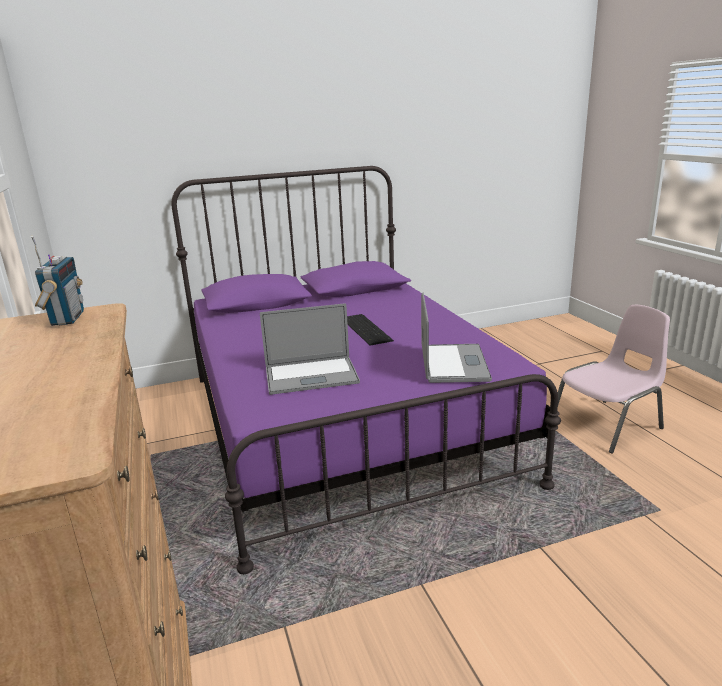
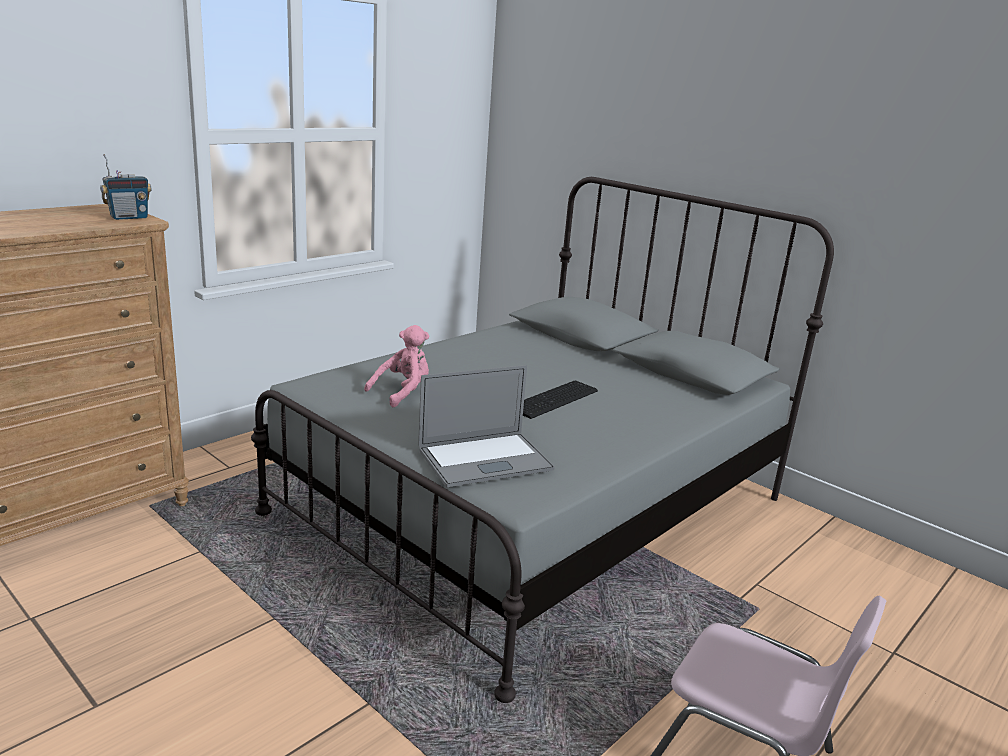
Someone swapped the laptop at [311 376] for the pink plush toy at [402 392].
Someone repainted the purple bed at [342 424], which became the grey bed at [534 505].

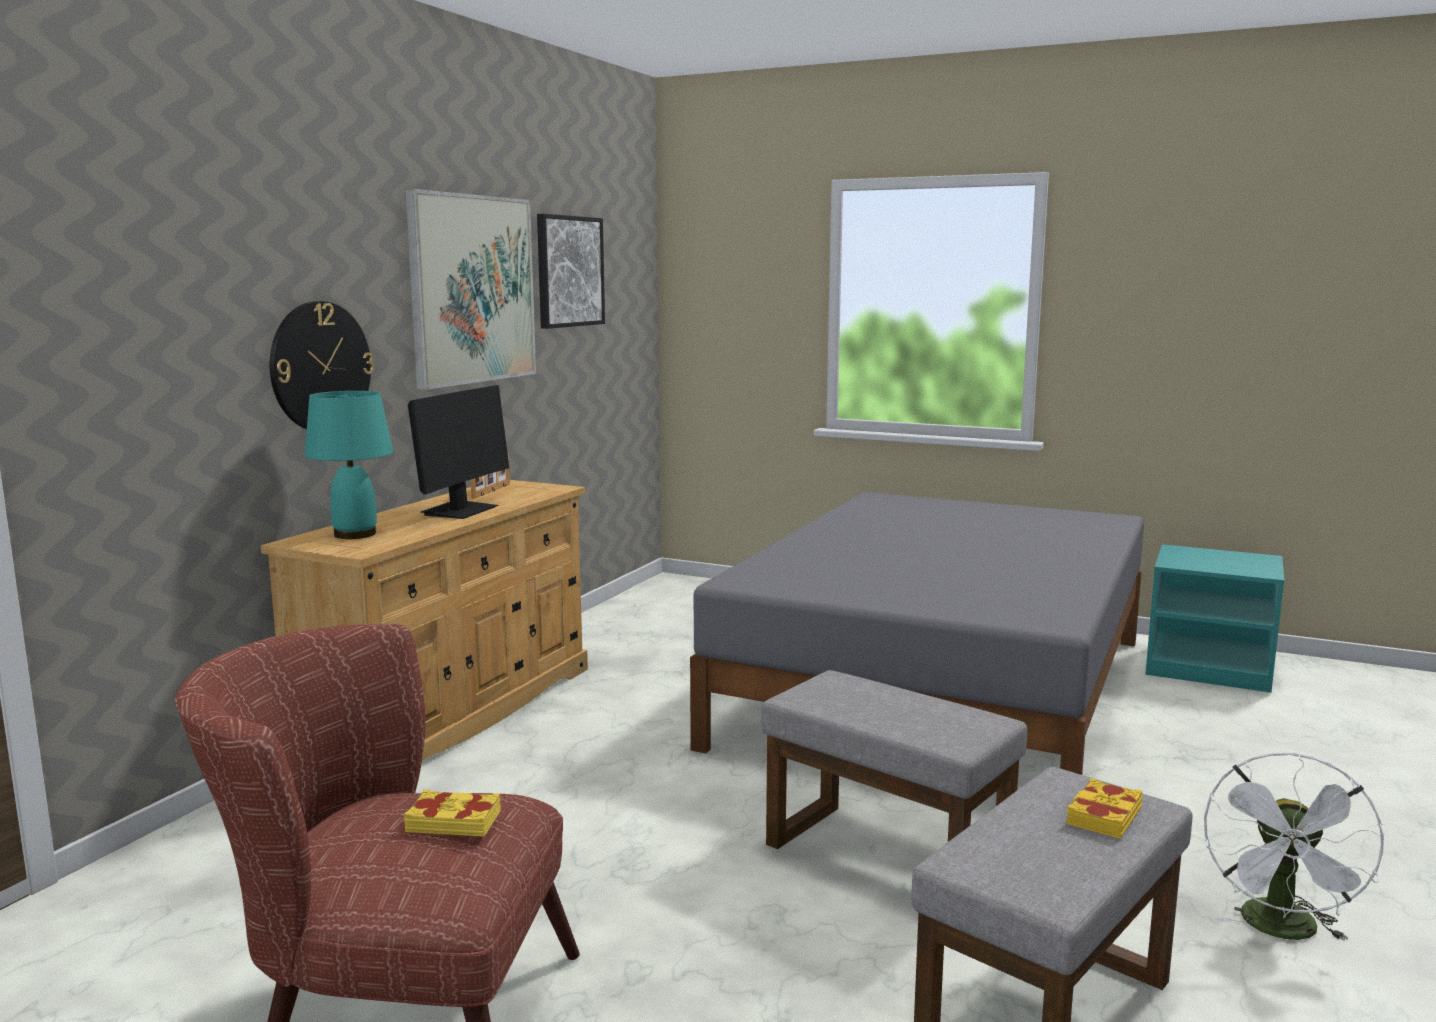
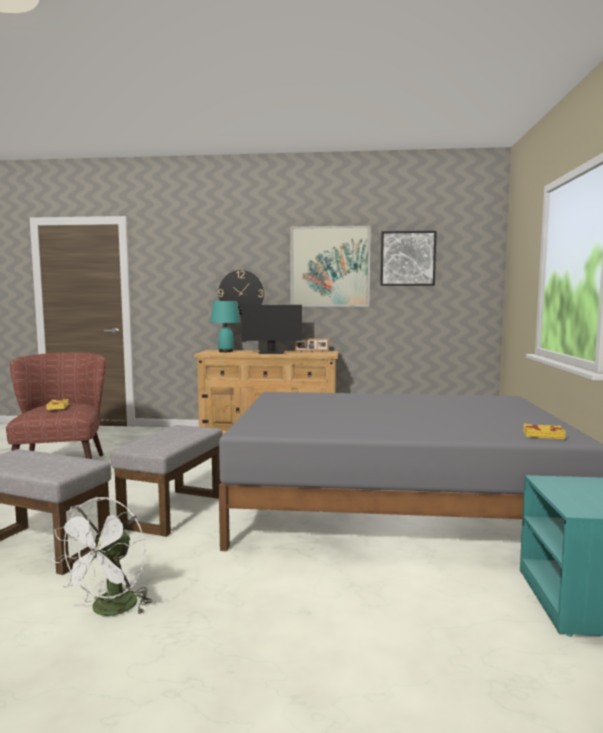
Someone carried the yellow book from [1103 816] to [543 435].
Someone rotated the white fan at [1282 931] by 75 degrees counterclockwise.

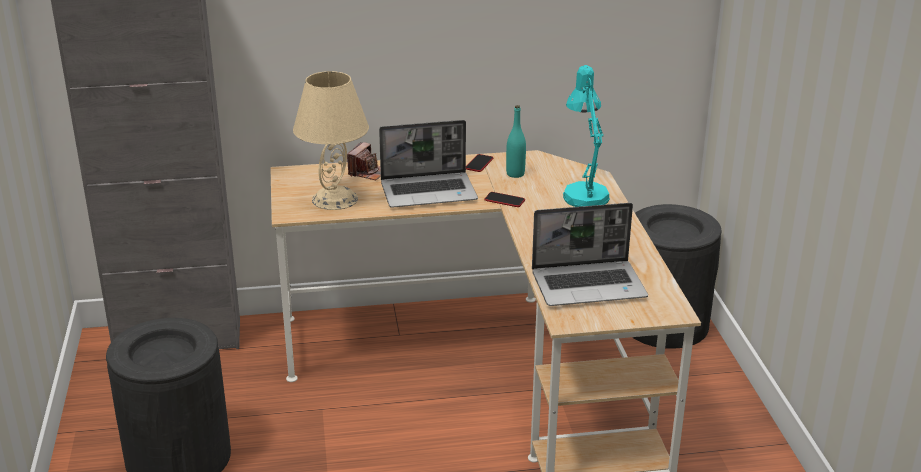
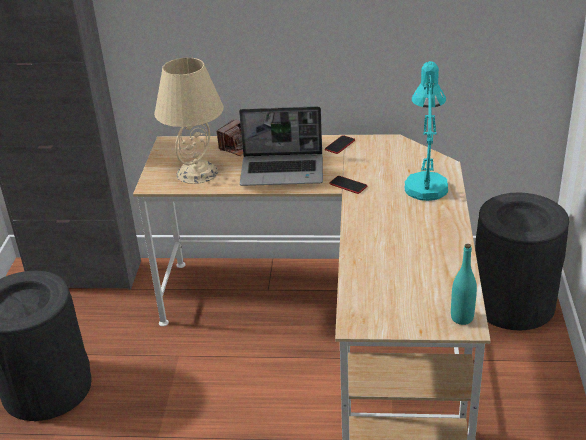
Someone took away the laptop at [589 285].
Someone carried the turquoise bottle from [515 174] to [462 318].

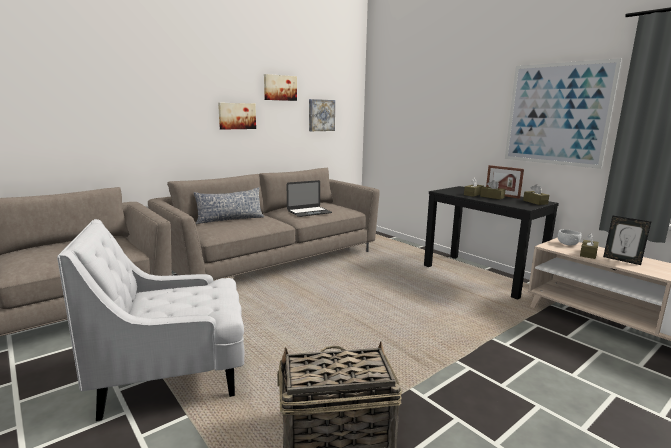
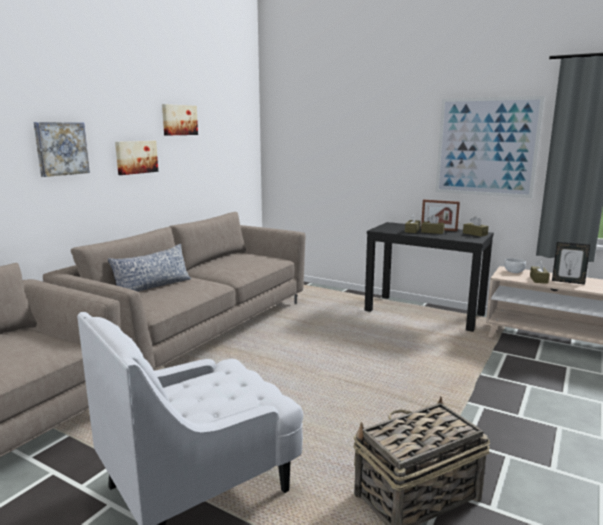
Someone took away the laptop at [309 212].
Someone carried the picture from [321 115] to [61 148].

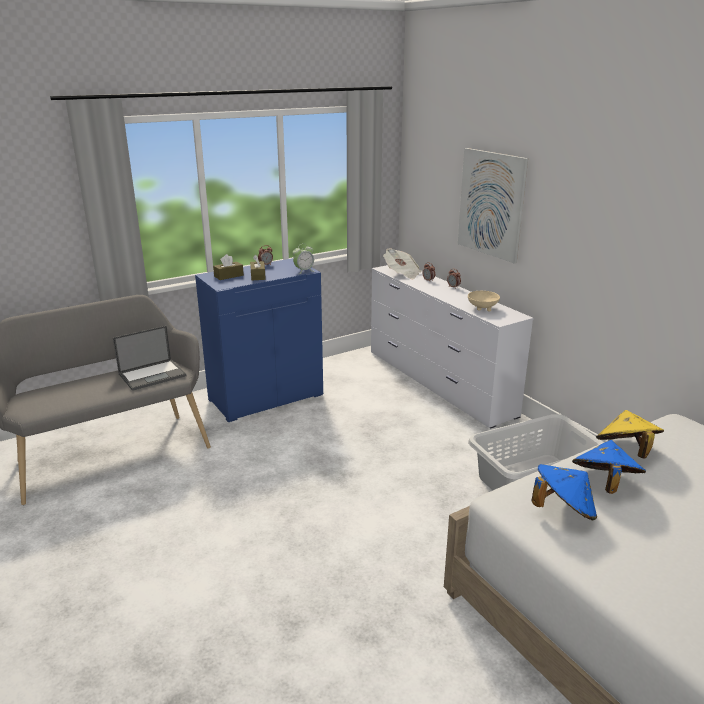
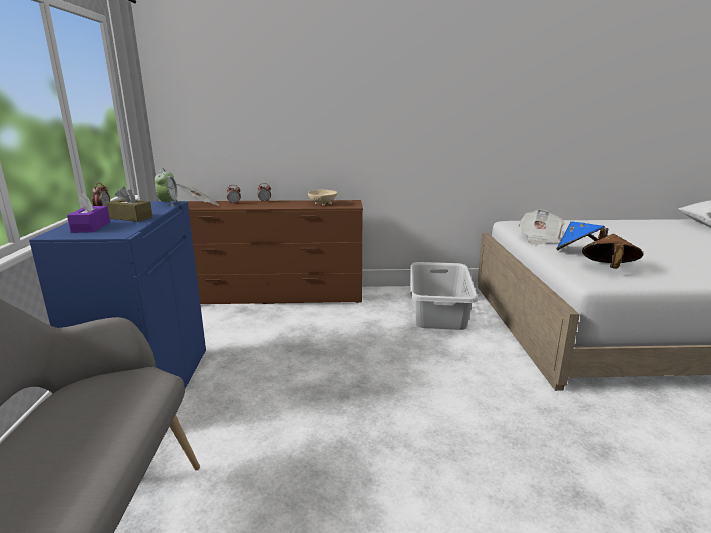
Someone took away the laptop at [153 374].
Someone took away the picture at [491 204].
Someone swapped the yellow hat at [626 451] for the newspaper at [539 239].
Someone repainted the brown tissue box at [228 276], which became the purple tissue box at [91 227].
Someone repainted the white dresser at [438 382], which became the brown dresser at [271 297].
Someone repainted the blue hat at [563 510], which became the brown hat at [608 268].

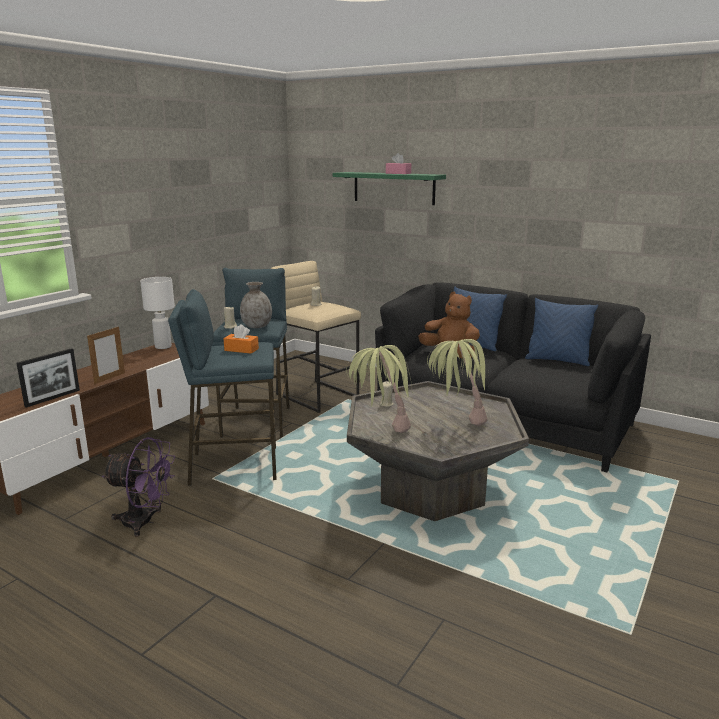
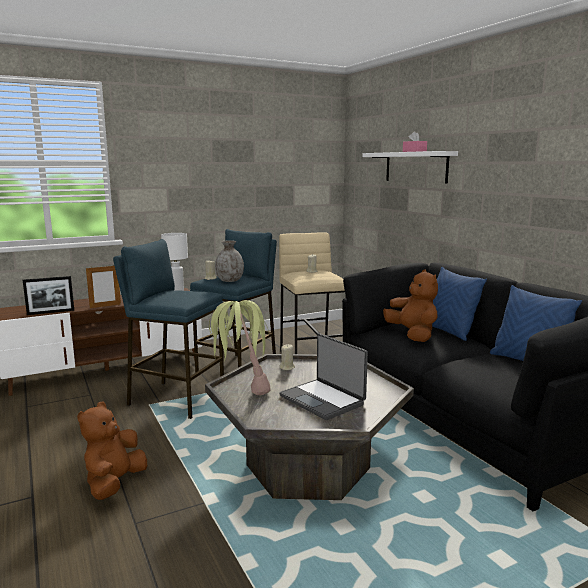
Someone took away the purple fan at [145 522].
Someone took away the orange tissue box at [241 349].
Someone put down the brown plush toy at [114 484].
Someone swapped the potted plant at [456 424] for the laptop at [323 400].
Someone repainted the green shelf at [393 188], which became the white shelf at [415 167].

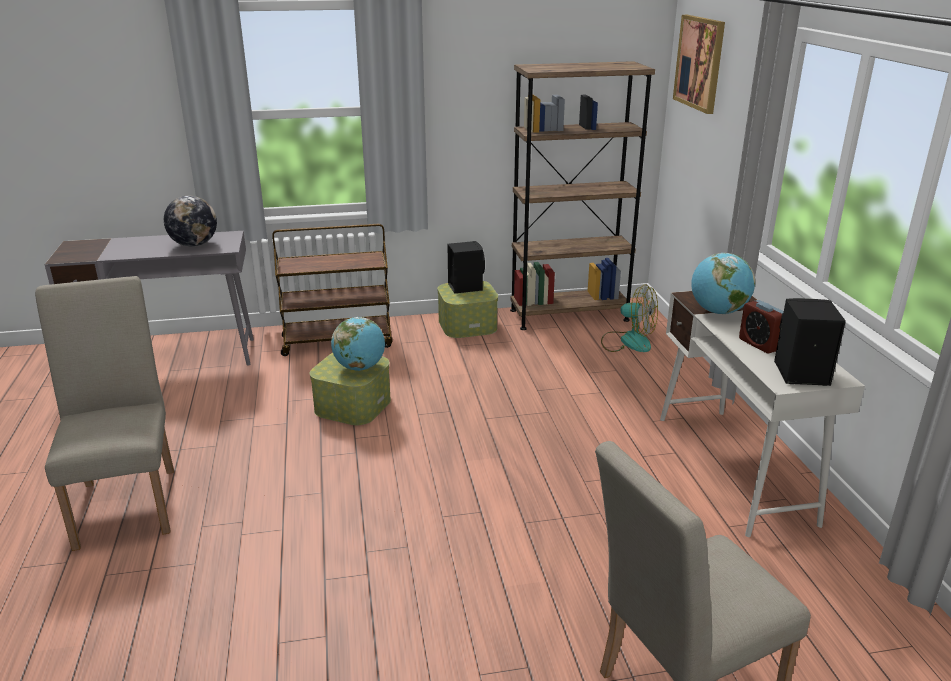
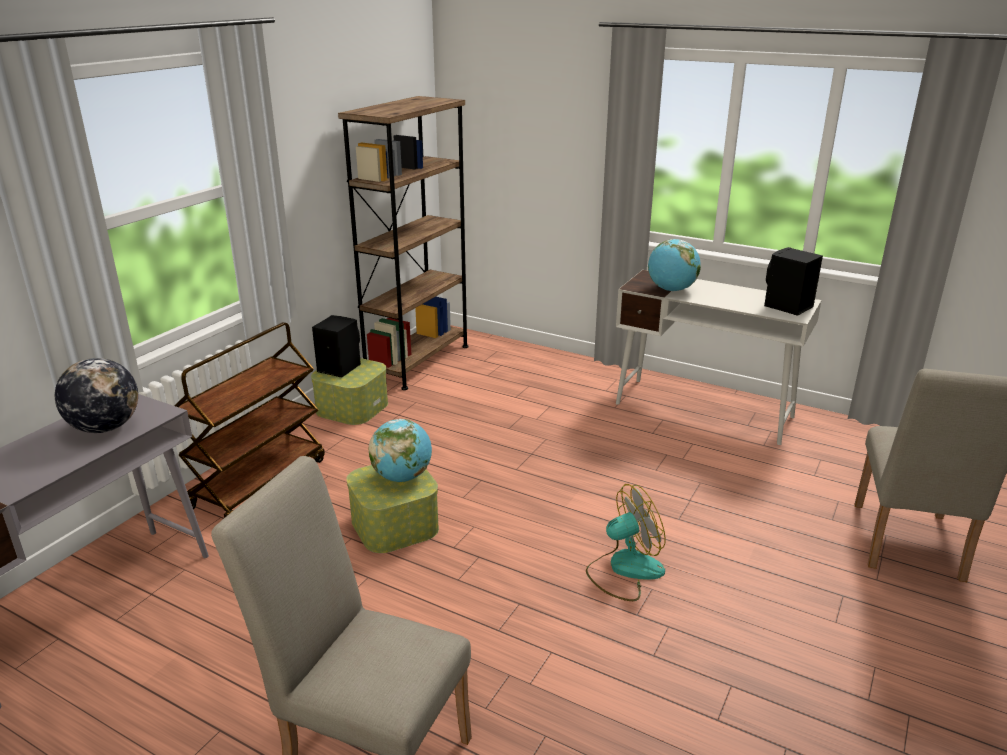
Someone took away the picture at [700 63].
Someone took away the alarm clock at [759 344].
Someone carried the fan from [628 341] to [624 570].

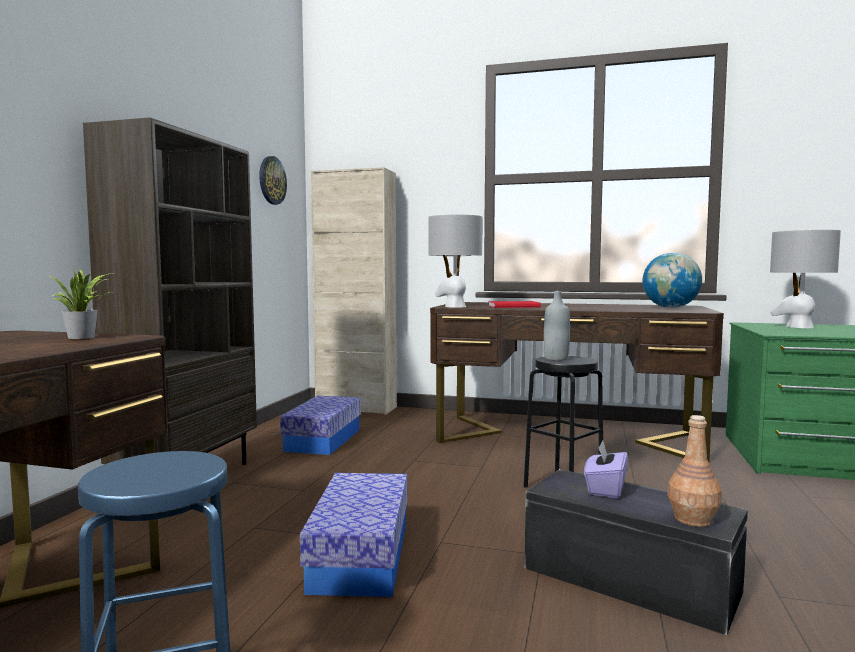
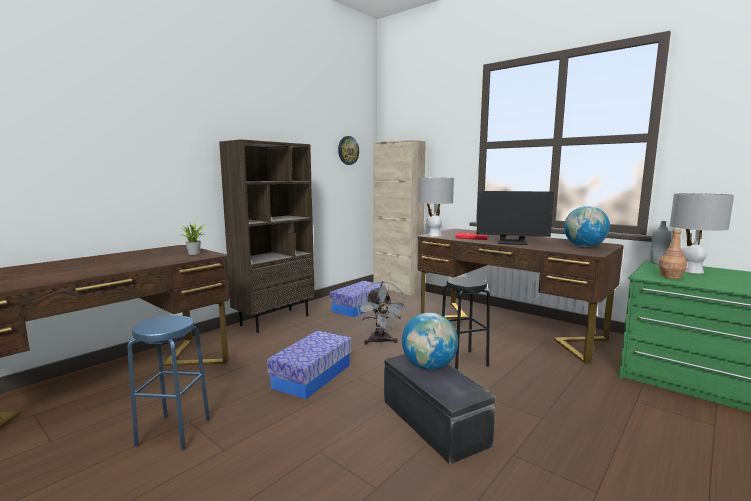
Someone put down the grey fan at [380 342].
Someone put down the monitor at [512 243].
Someone carried the grey bottle from [556 358] to [658 263].
Someone carried the brown bottle from [693 519] to [671 277].
Someone swapped the purple tissue box at [605 489] for the globe at [429 367].

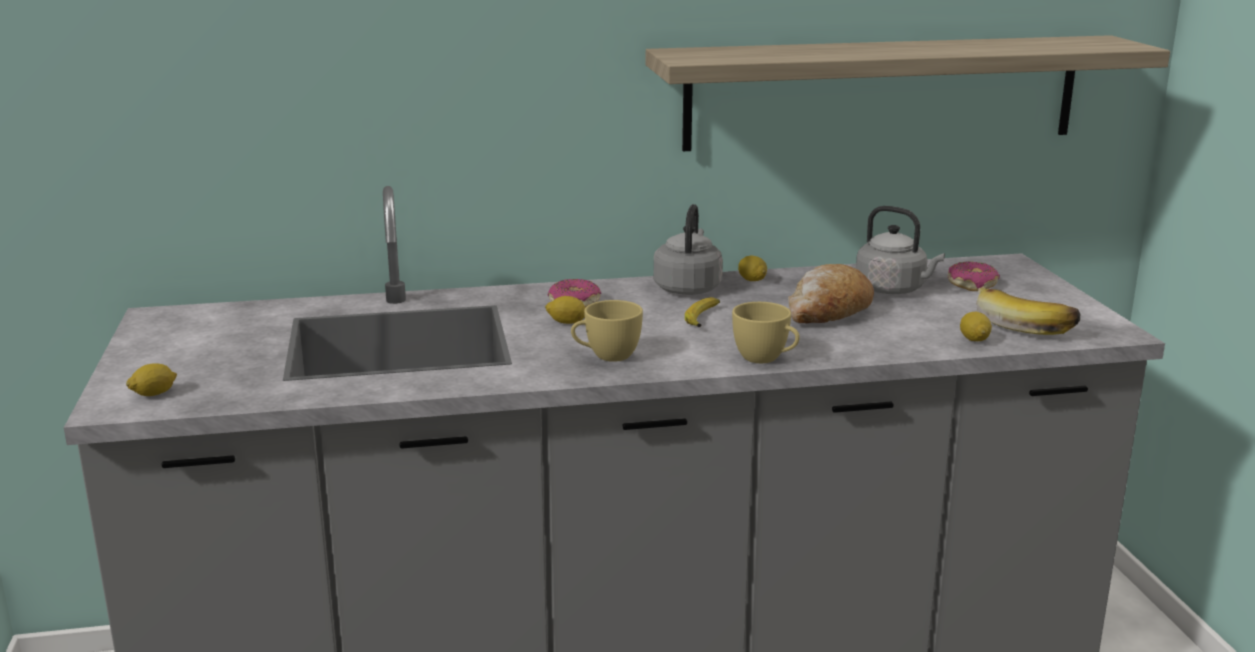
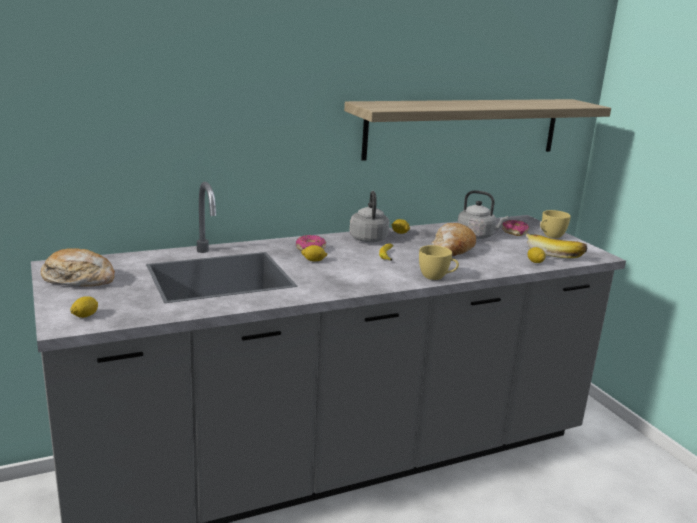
Someone put down the bread at [79 279].
Someone carried the yellow cup from [606 356] to [550 236].

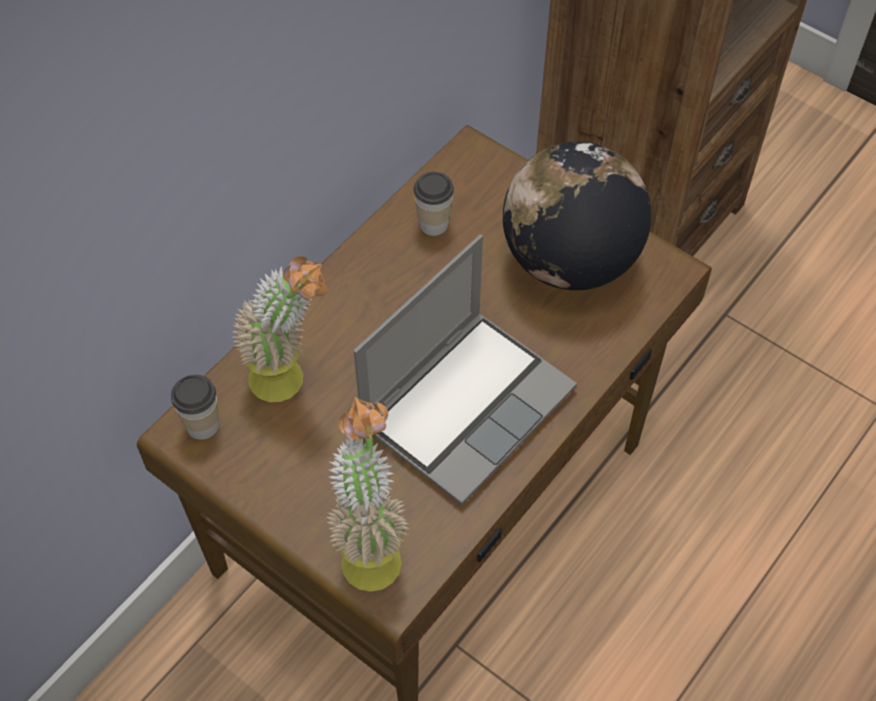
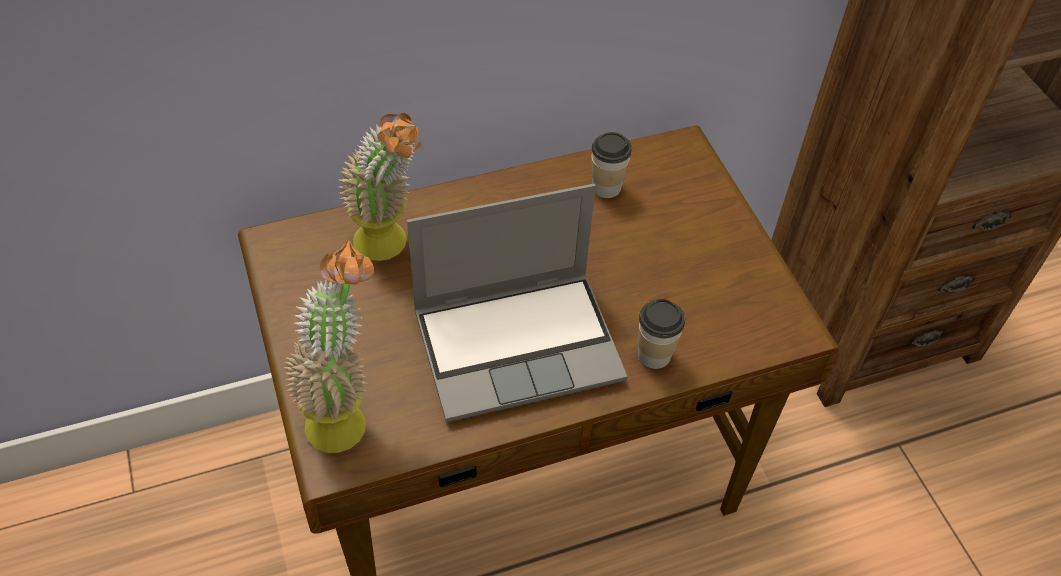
Someone took away the globe at [569 260].
Someone carried the cup from [202 425] to [654 355].

